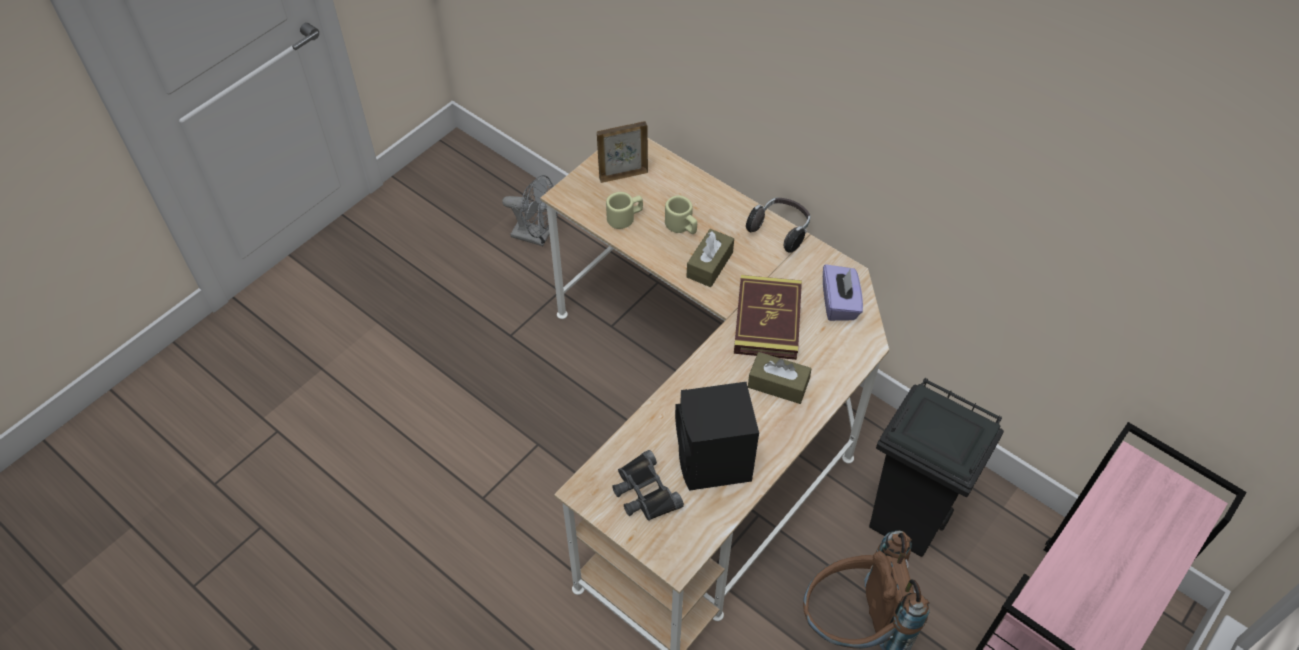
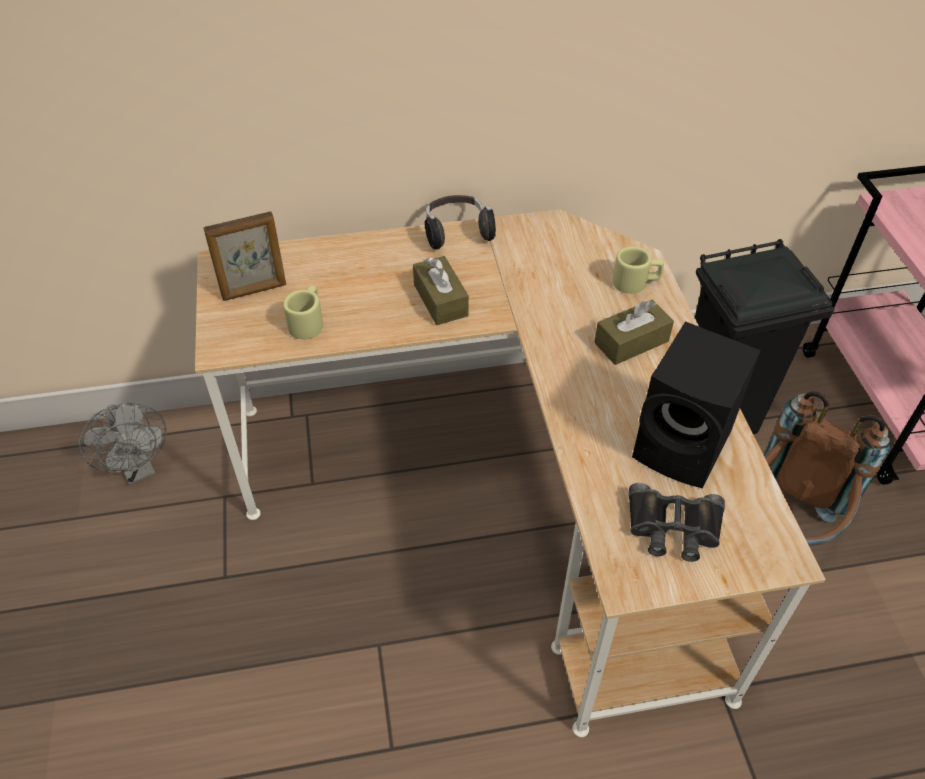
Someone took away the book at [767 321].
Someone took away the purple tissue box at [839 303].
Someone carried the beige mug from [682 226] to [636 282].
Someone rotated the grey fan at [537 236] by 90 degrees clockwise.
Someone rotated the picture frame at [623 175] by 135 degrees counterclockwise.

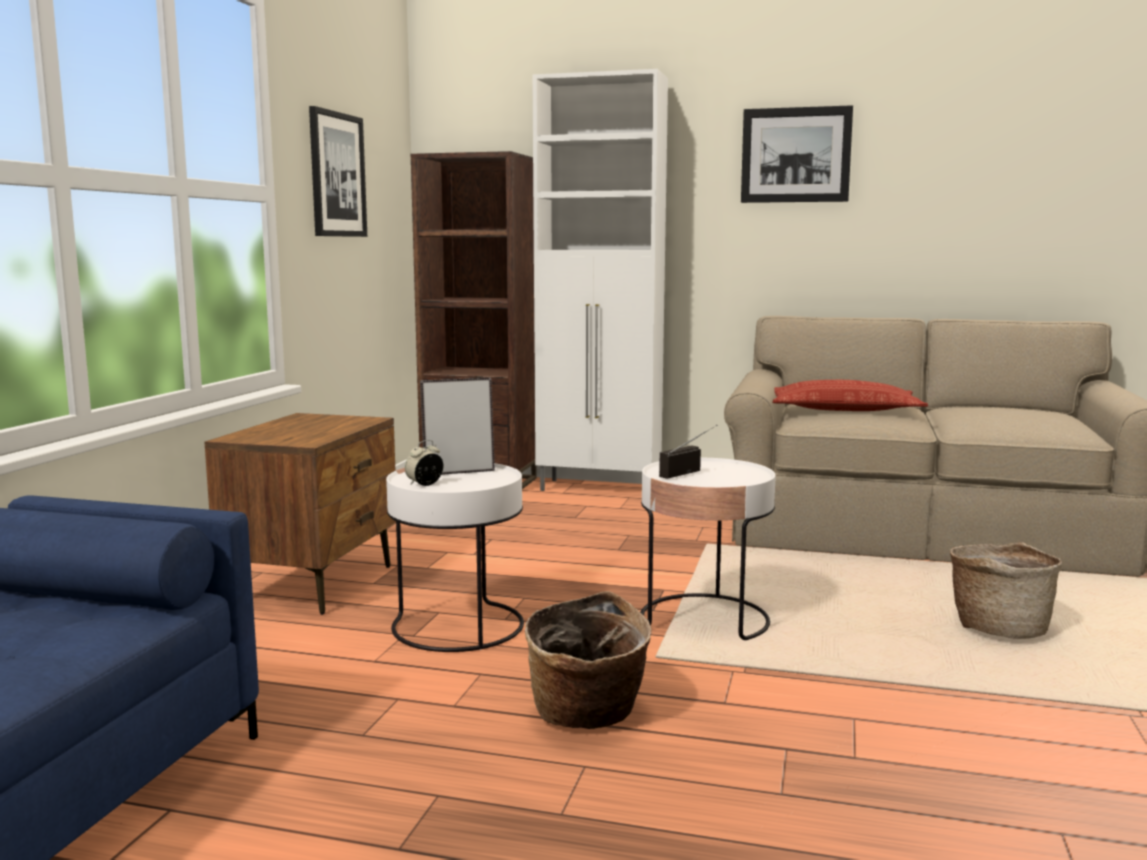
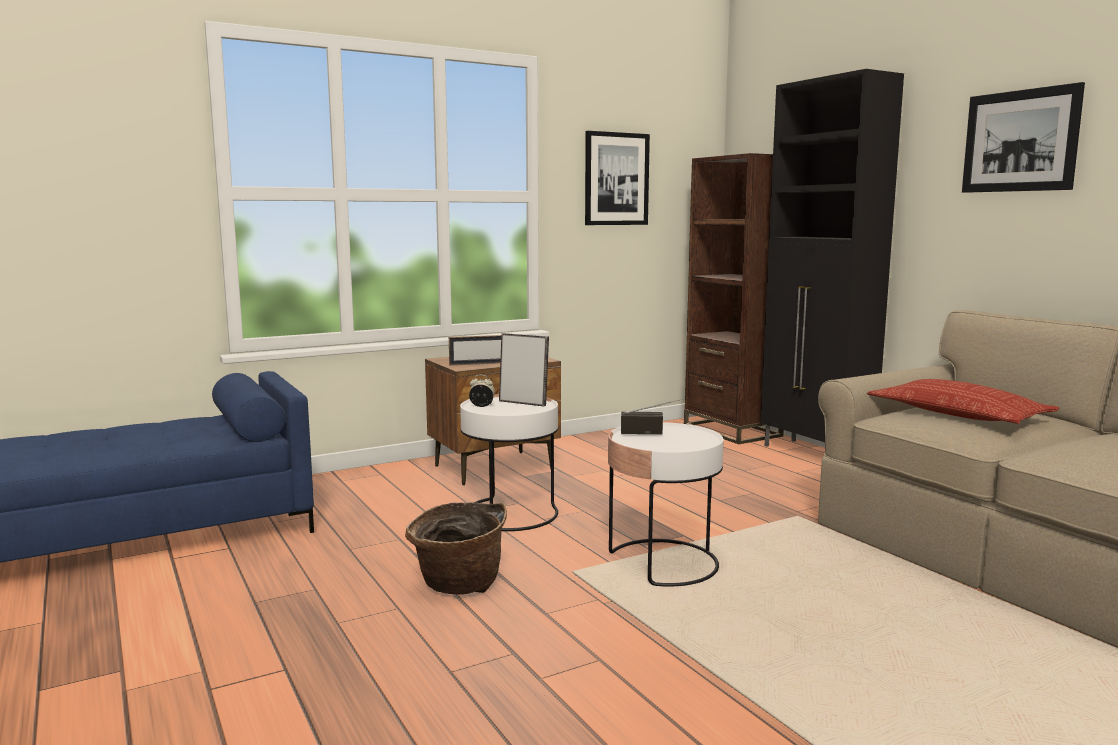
Someone took away the basket at [998 628].
Someone put down the picture frame at [479 364].
Someone repainted the white cabinet at [600 489], which became the black cabinet at [815 455].

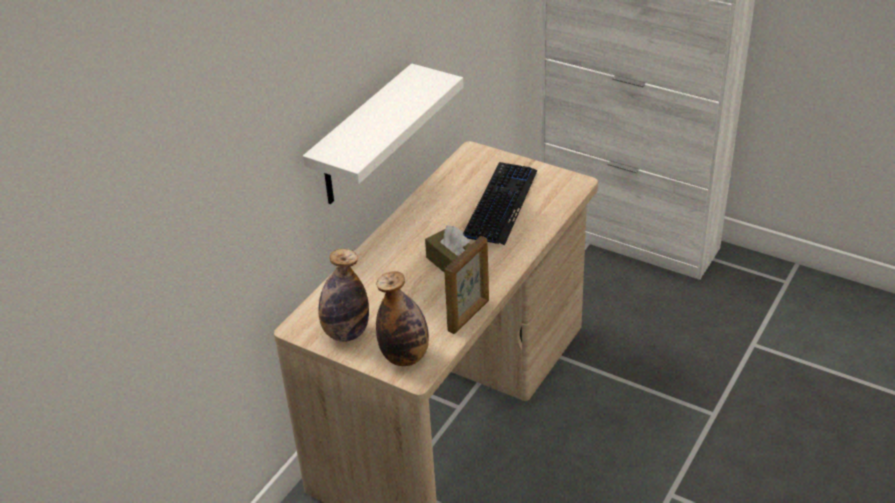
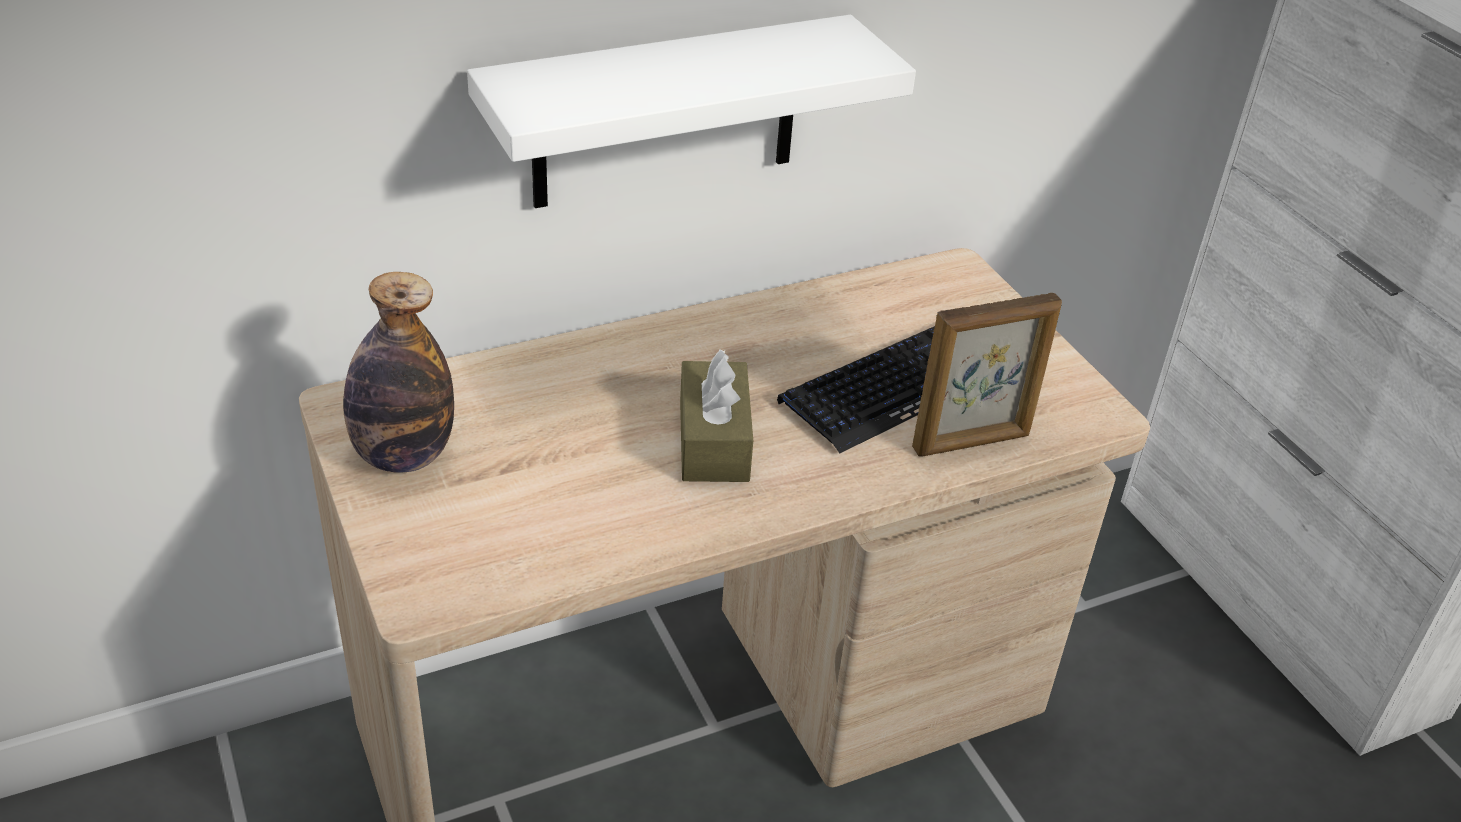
Someone took away the bottle at [405 356].
Someone carried the picture frame from [469 315] to [972 442].

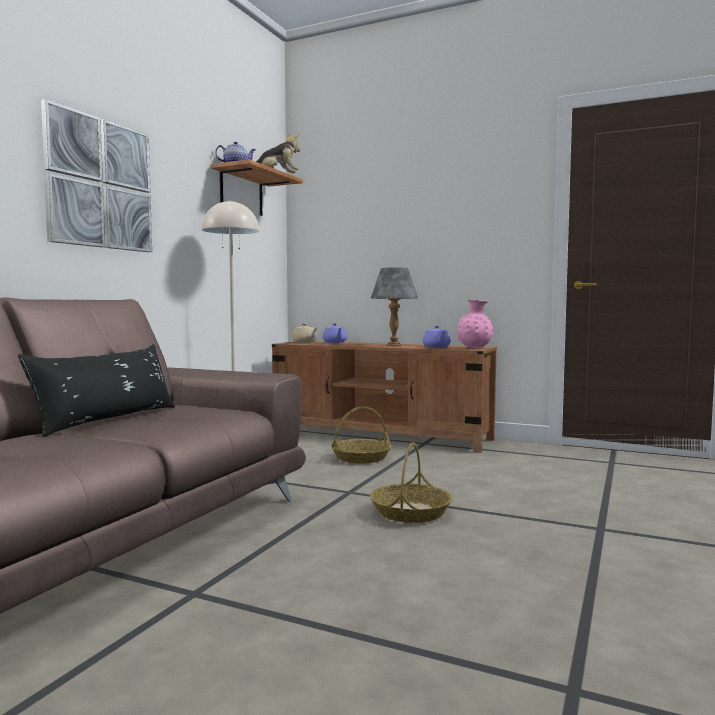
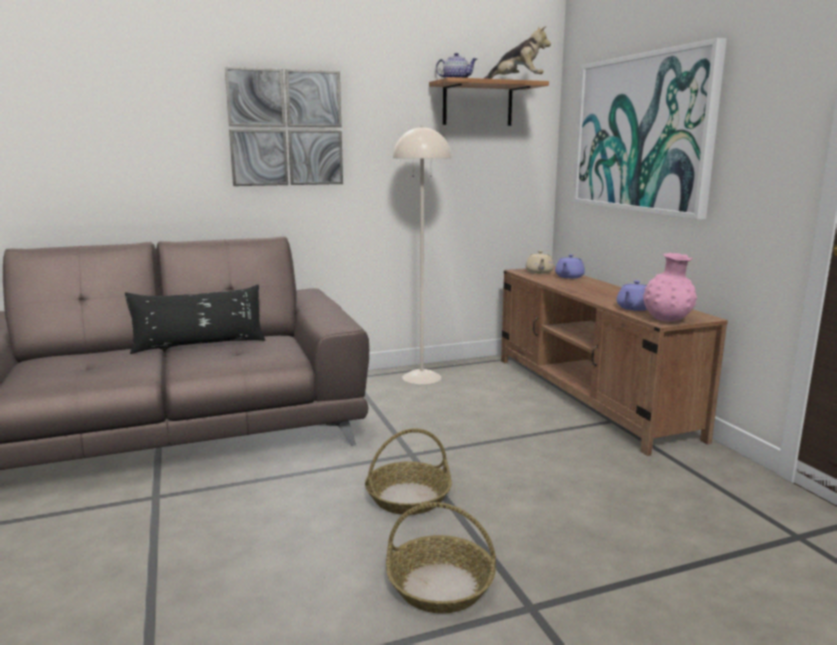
Someone took away the grey table lamp at [394 345].
Someone put up the picture at [641 133].
Someone carried the basket from [361 458] to [441 586].

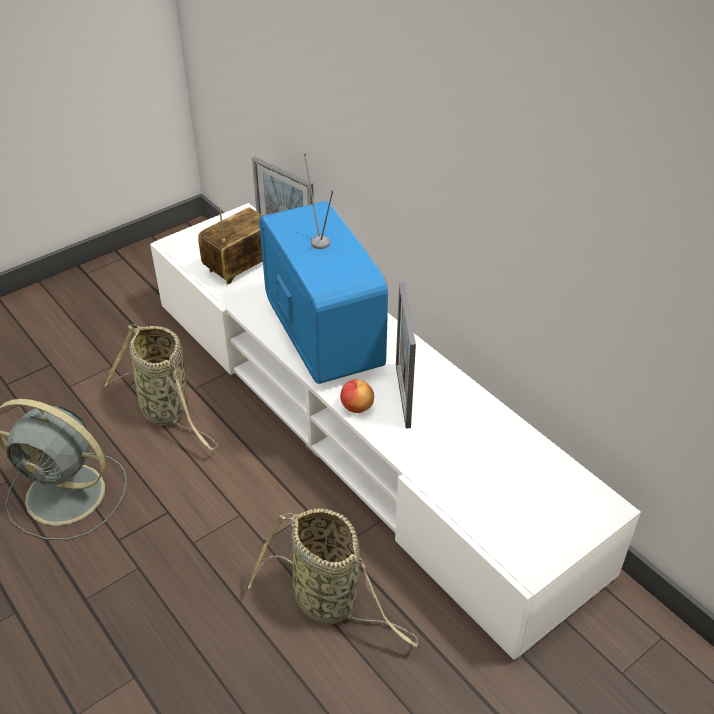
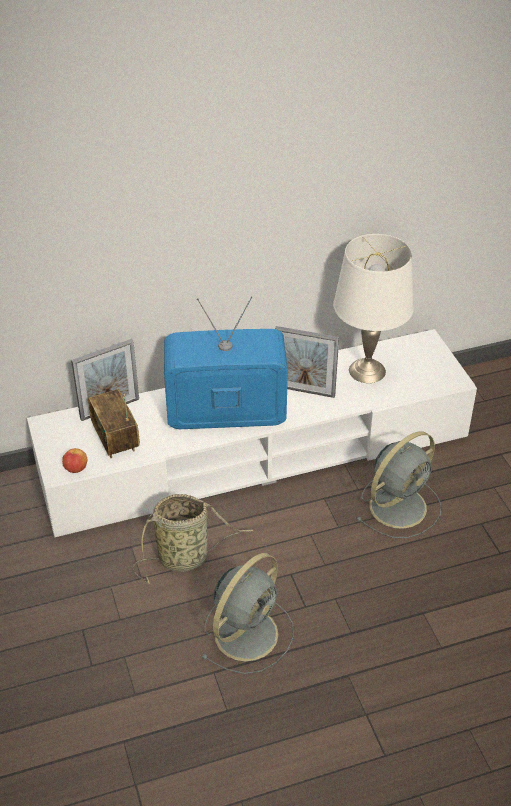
Someone put down the white table lamp at [366 371].
Someone carried the apple from [356 407] to [76 469].
Someone swapped the basket at [330 602] for the grey fan at [399 505].

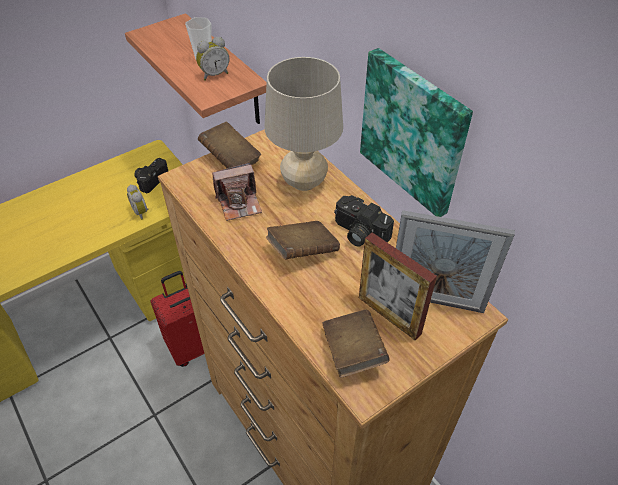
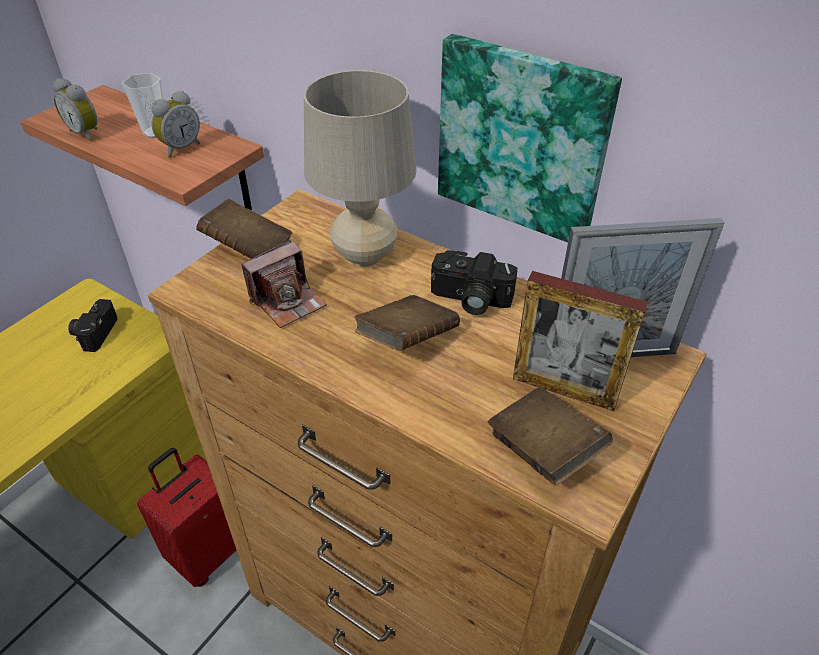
Someone carried the alarm clock from [142 212] to [86 133].

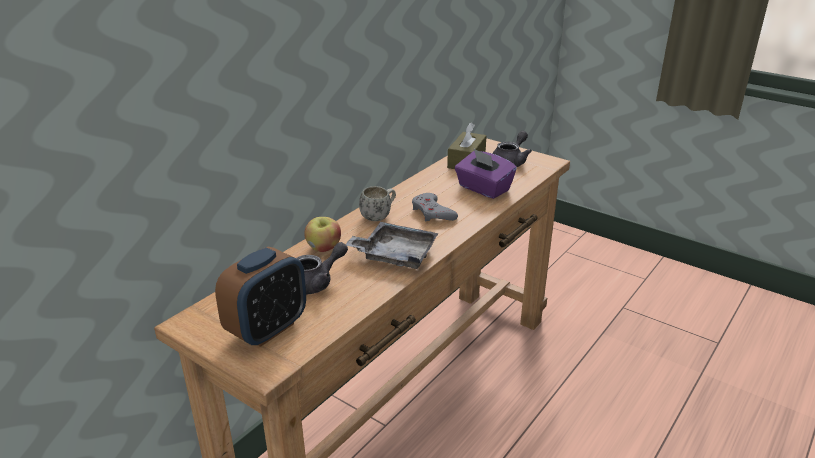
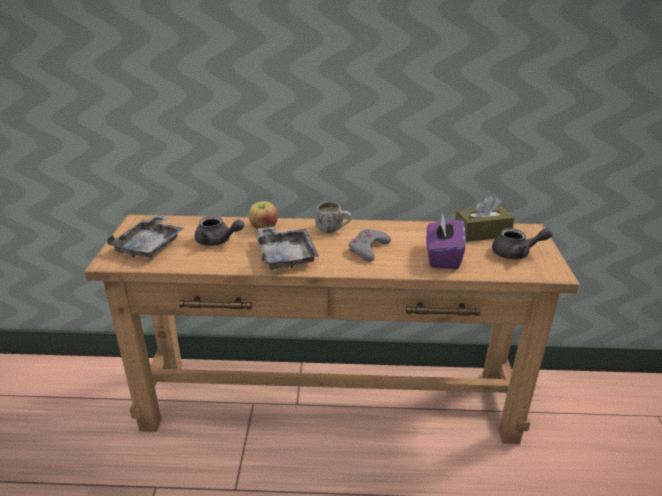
Someone swapped the alarm clock at [267 329] for the grey tray at [150 246].

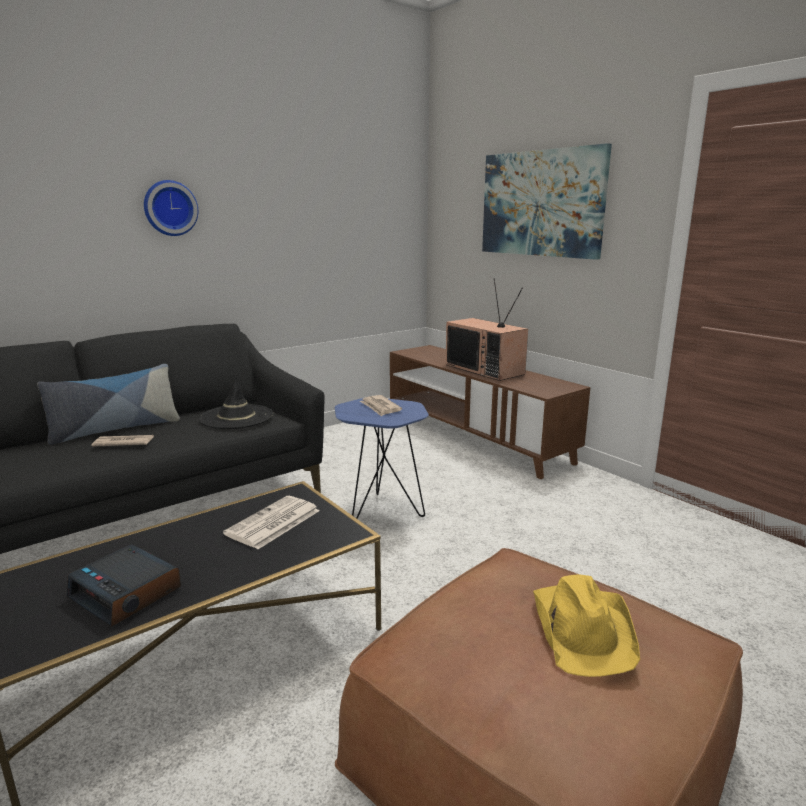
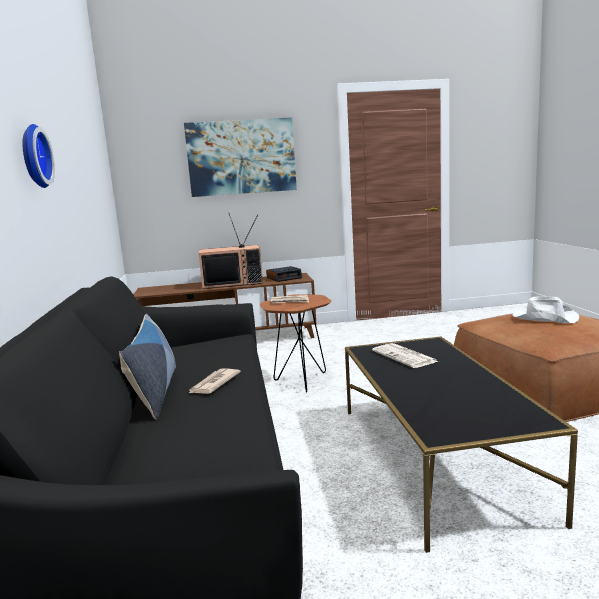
Someone took away the black hat at [236 417].
Someone carried the alarm clock from [127 593] to [284 278].
Someone repainted the blue side table at [381 510], which became the brown side table at [300 382].
Someone repainted the yellow hat at [583 629], which became the white hat at [544 317].

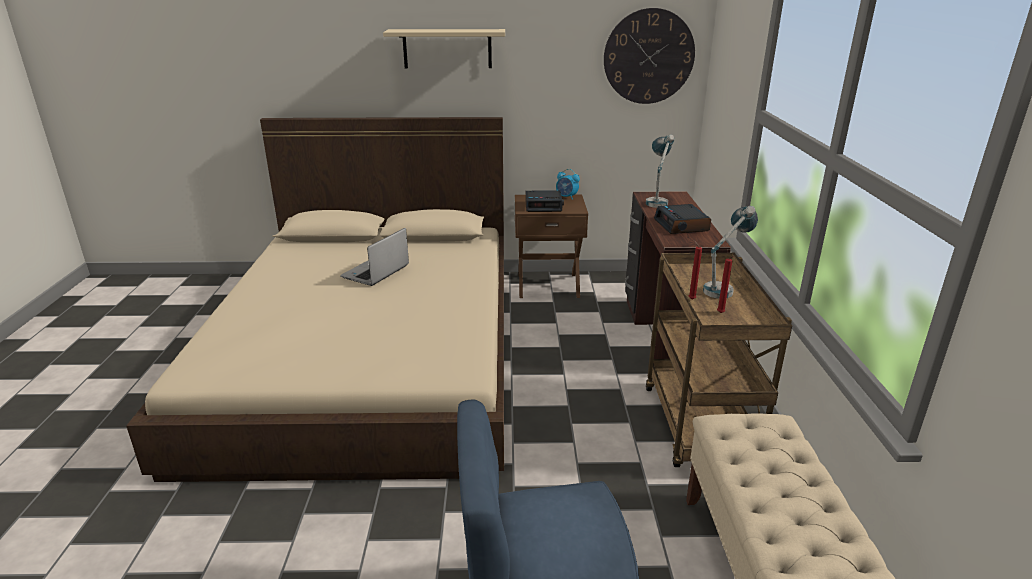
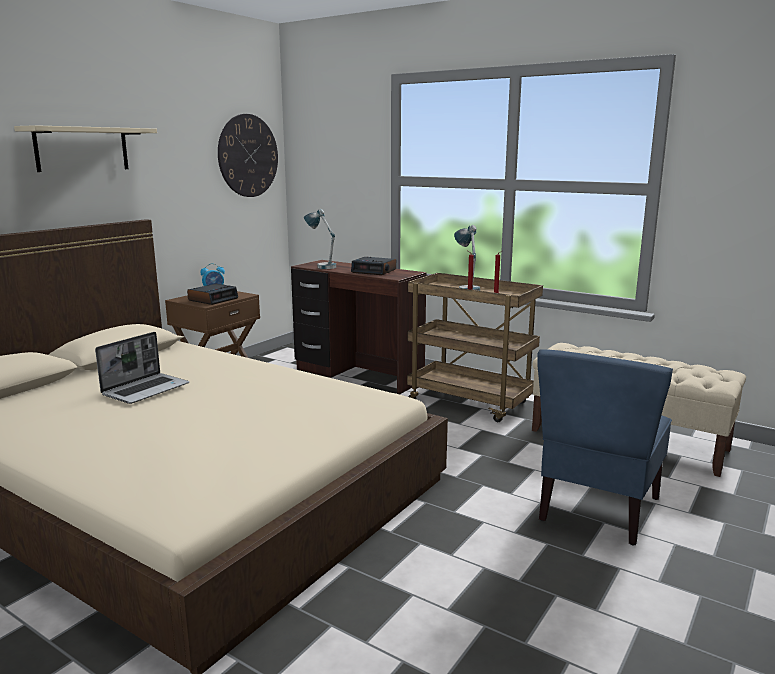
Someone rotated the laptop at [375 272] by 120 degrees counterclockwise.

